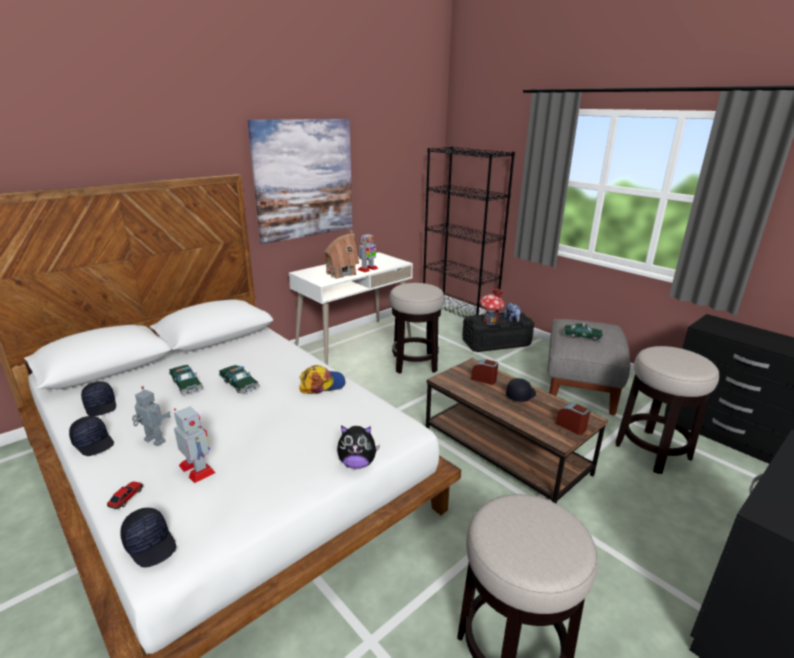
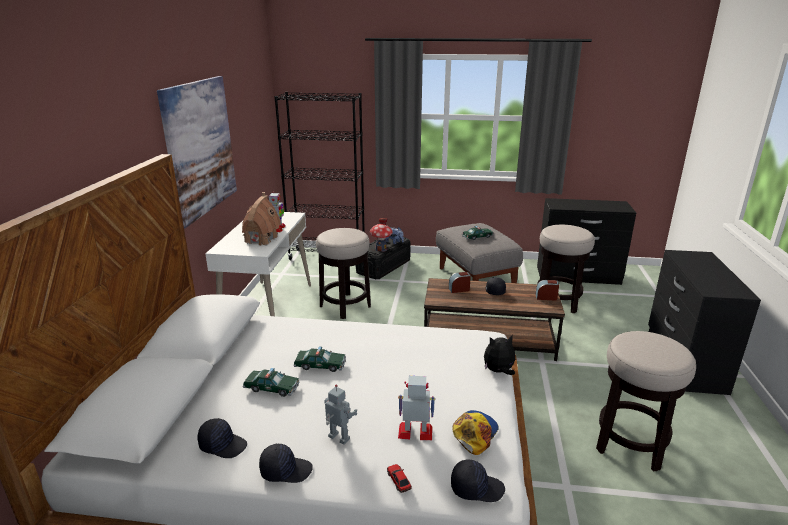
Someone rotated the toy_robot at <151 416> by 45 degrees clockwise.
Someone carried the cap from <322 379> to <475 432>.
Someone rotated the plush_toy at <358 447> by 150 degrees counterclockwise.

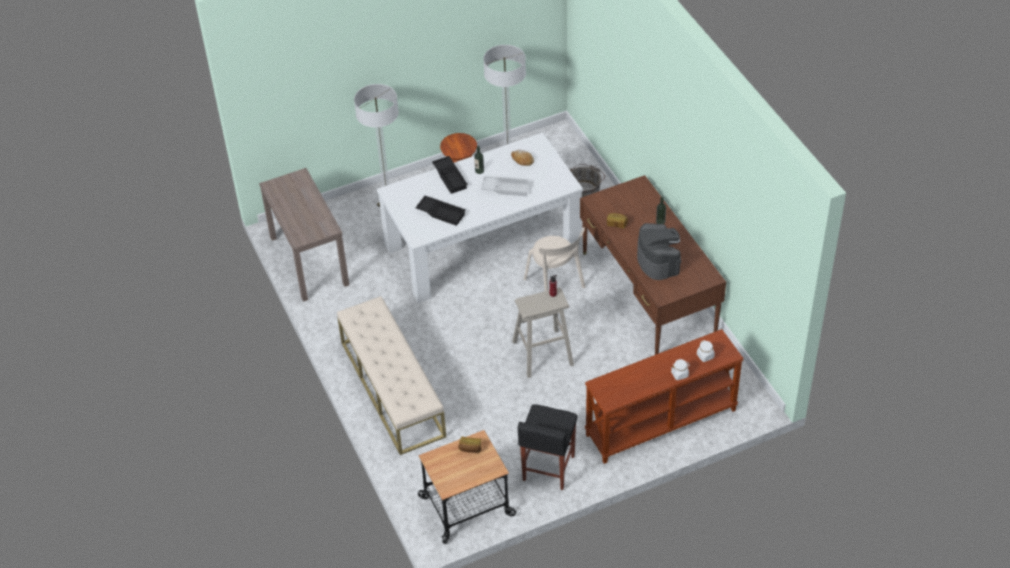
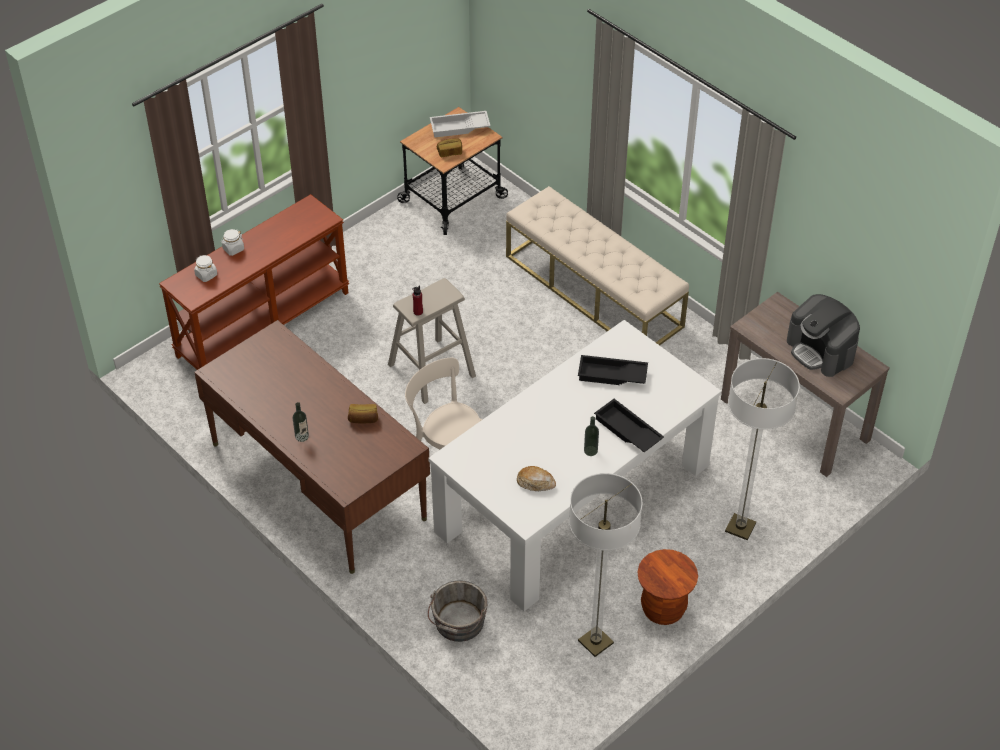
Someone carried the white_tray from <505 186> to <460 124>.
Someone took away the black_stool at <547 447>.
Someone carried the coffee_machine from <659 251> to <823 335>.

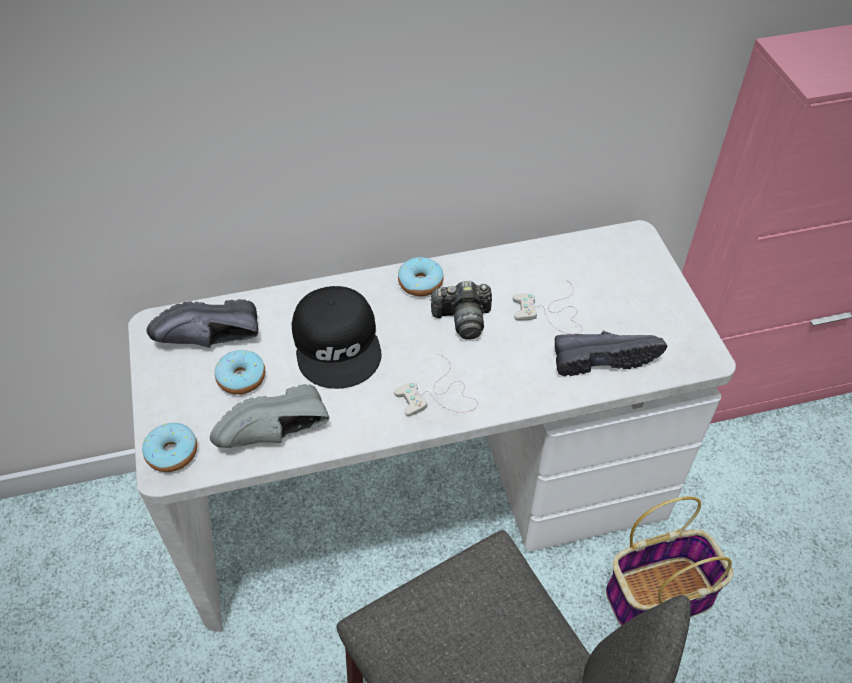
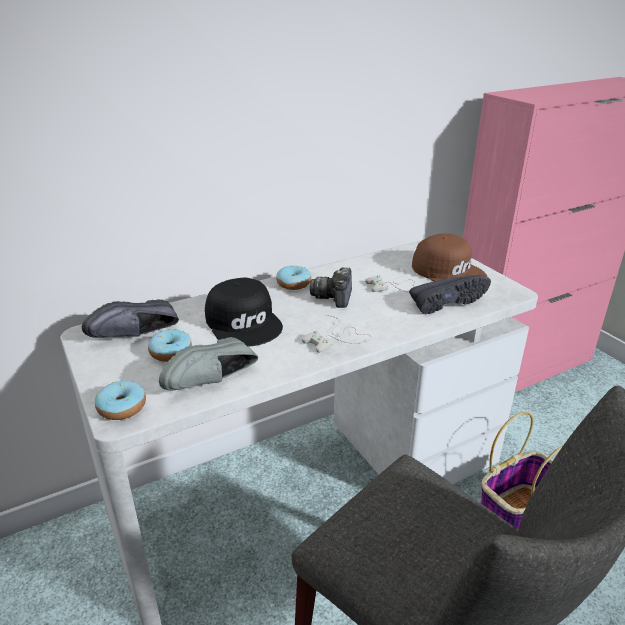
Someone rotated the photo_camera at <460 310> by 120 degrees clockwise.
Someone put down the brown_cap at <449 257>.

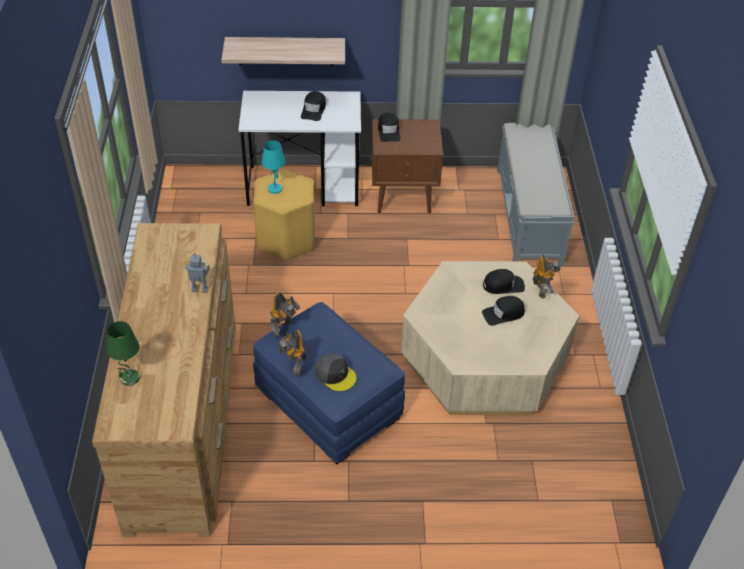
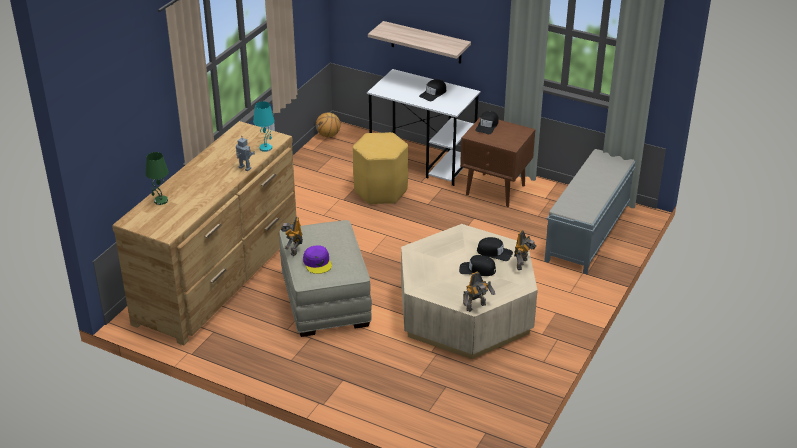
Someone repainted the blue_ottoman at <329 383>, which became the beige_ottoman at <325 278>.
Someone carried the turquoise_table_lamp from <273 167> to <264 126>.
Someone carried the toy_robot from <285 314> to <479 291>.
Someone repainted the grey_cap at <335 372>, which became the purple_cap at <317 259>.
Someone put down the basketball at <328 125>.

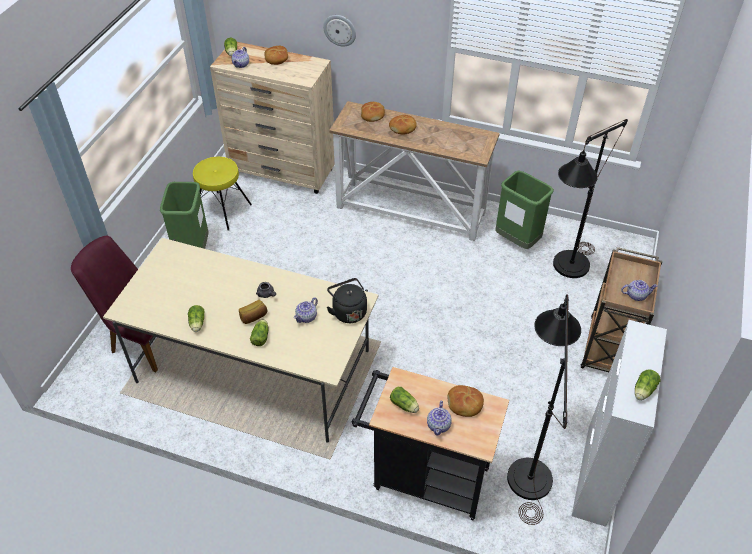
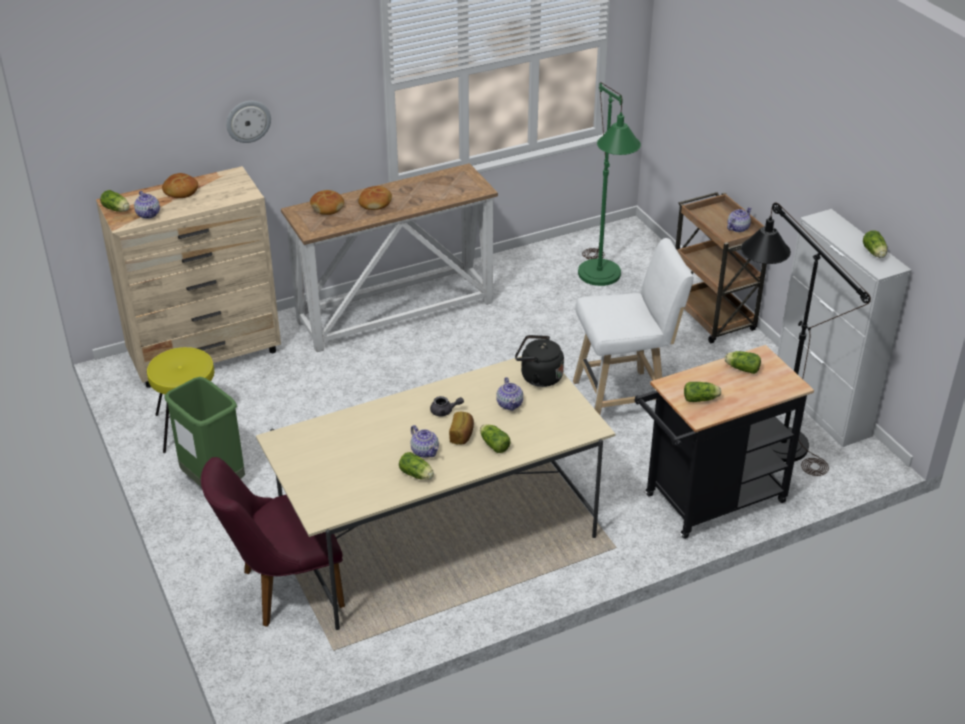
Someone carried the teapot from <439 418> to <424 441>.
Someone swapped the bread at <466 401> for the lettuce at <743 362>.
Someone took away the green_trash_can at <524 209>.
Someone repainted the black_floor_lamp at <590 198>, which became the green_floor_lamp at <609 184>.
Someone put down the white_stool at <633 326>.

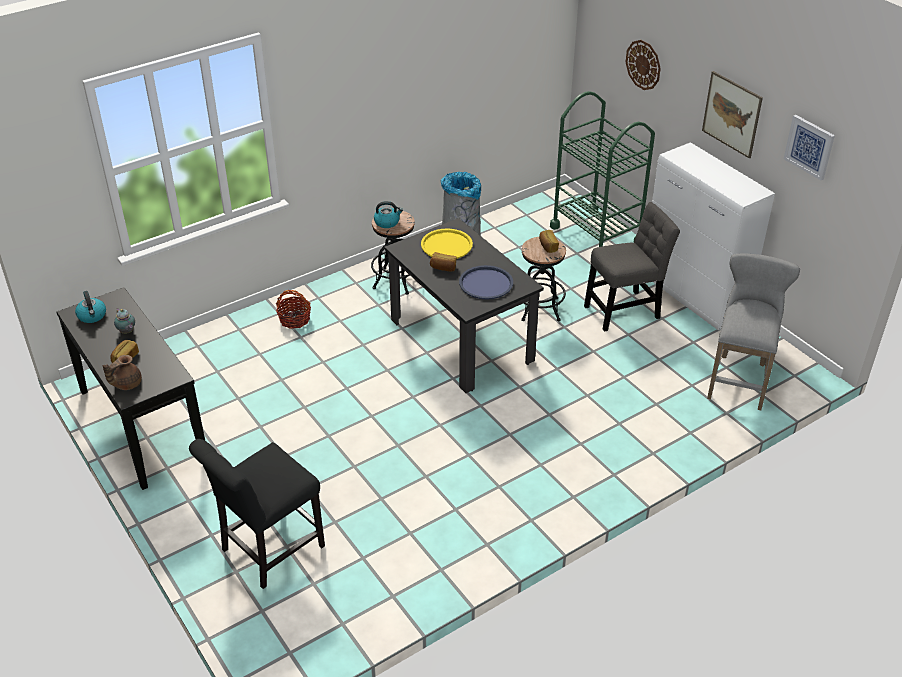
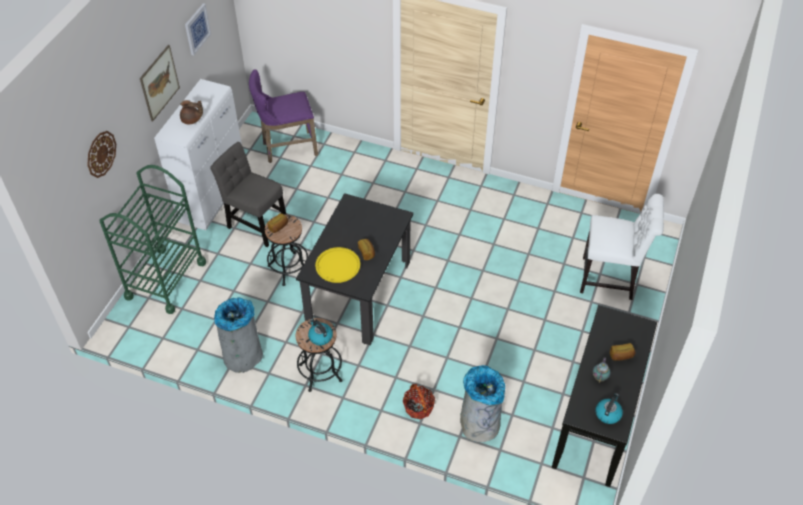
Someone carried the brown_teapot from <122 372> to <191 112>.
Someone repainted the black_chair at <257 514>, which became the white_chair at <622 247>.
Someone took away the blue_tray at <486 282>.
Someone repainted the grey_stool at <753 331>, which became the purple_stool at <283 116>.
Someone put down the grey_trash_can at <482 403>.

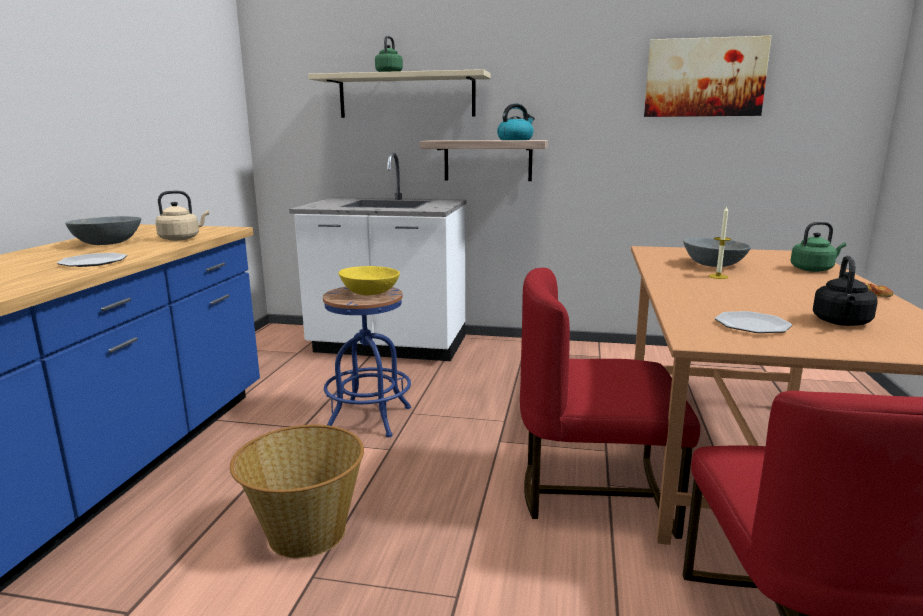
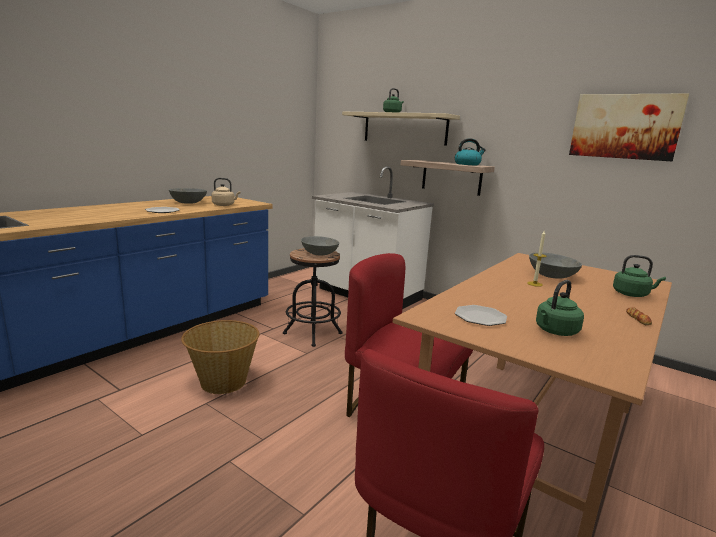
Someone repainted the blue_stool at <367 362>, which became the black_stool at <312 297>.
Someone repainted the yellow_bowl at <369 280>, which became the grey_bowl at <320 245>.
Someone repainted the black_kettle at <845 291>, which became the green_kettle at <560 308>.

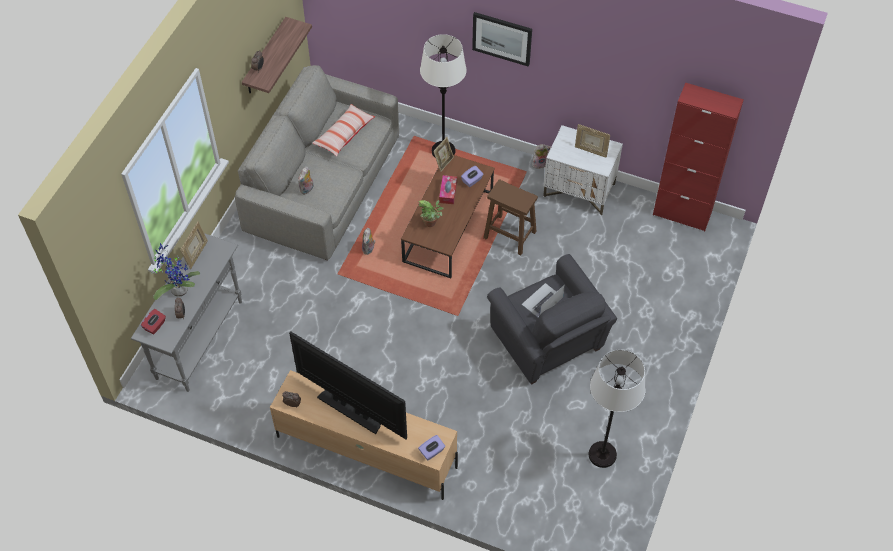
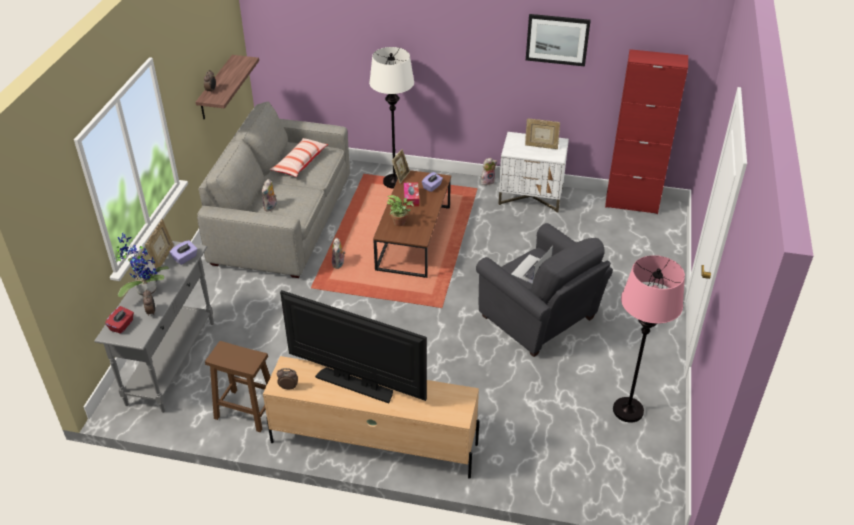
Someone carried the purple_tissue_box from <431 447> to <184 252>.
Someone carried the picture from <502 39> to <558 40>.
Someone carried the brown_stool from <510 217> to <237 386>.
Someone repainted the white_floor_lamp at <617 409>, which became the pink_floor_lamp at <649 339>.

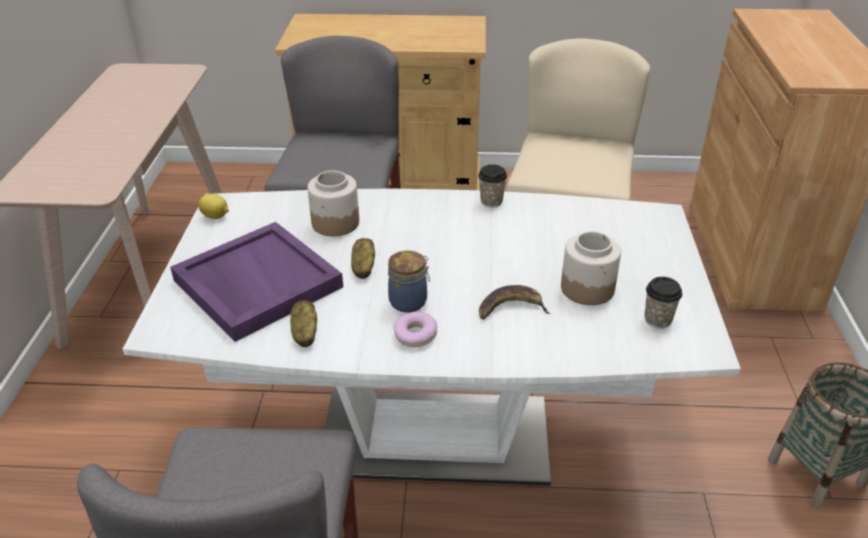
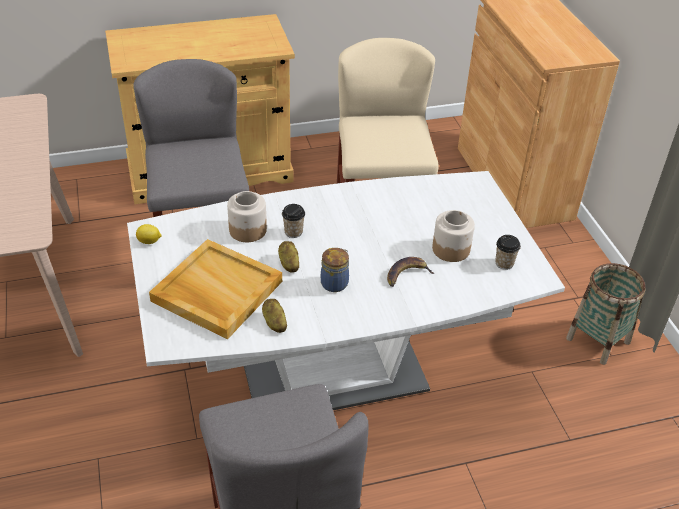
Someone repainted the purple_tray at <256 282>, which became the beige_tray at <215 289>.
Someone took away the donut at <415 329>.
Someone carried the cup from <492 185> to <293 221>.

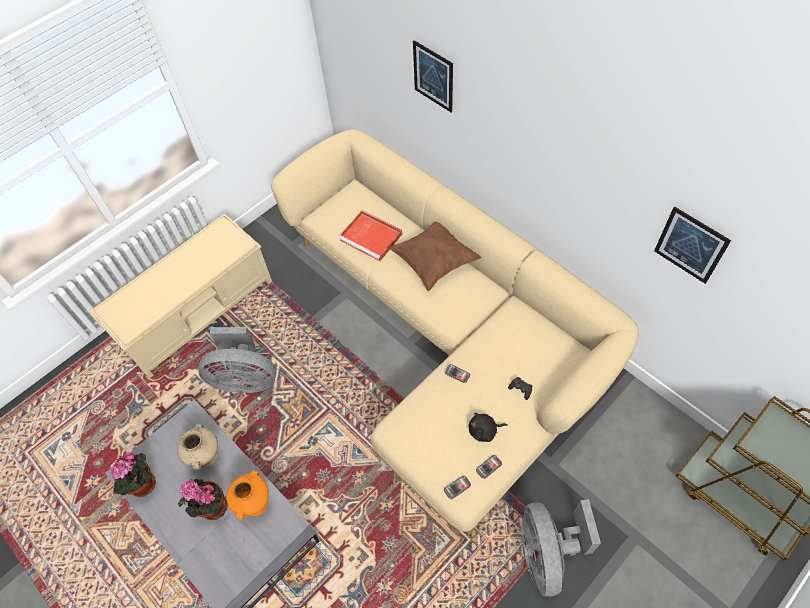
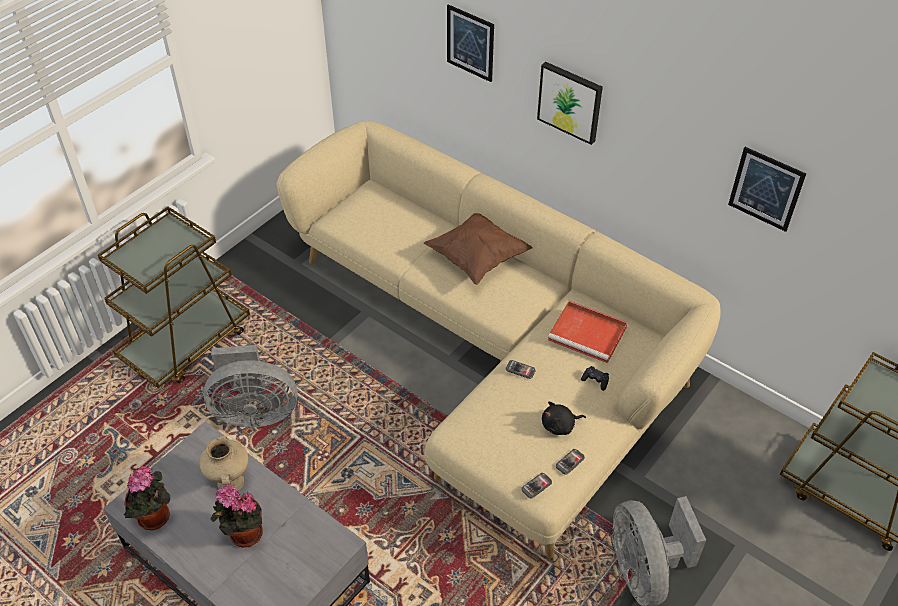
Someone swapped the beige_bench at <181 296> for the brown_cart at <174 297>.
Someone took away the orange_vase at <247 495>.
Someone carried the red_tray from <370 235> to <588 332>.
Someone put up the picture at <570 103>.

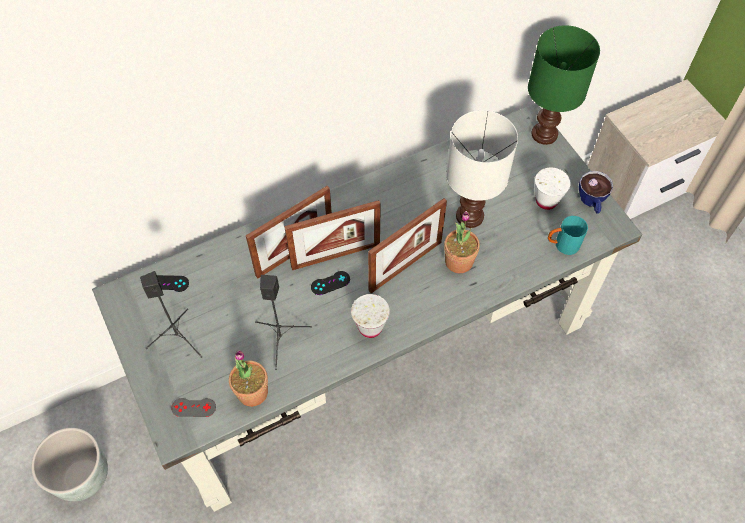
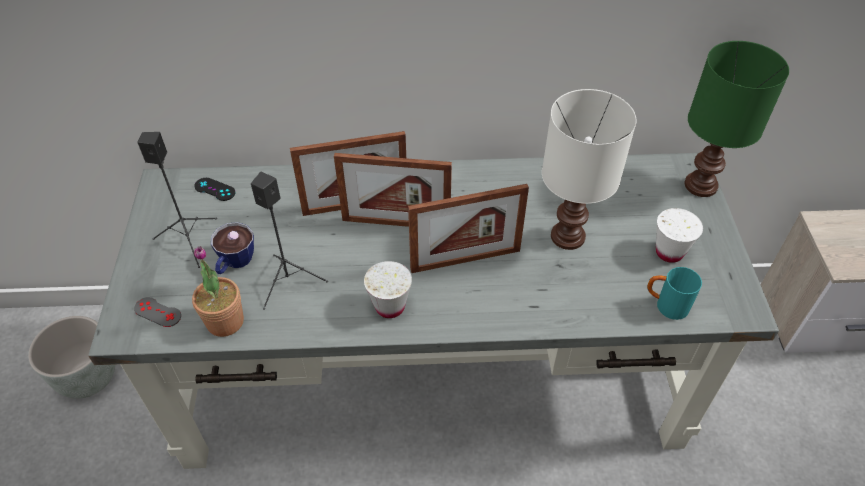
Someone took away the black_game_controller at <330 283>.
Someone took away the potted_plant at <462 242>.
Someone carried the cup from <596 192> to <232 248>.

